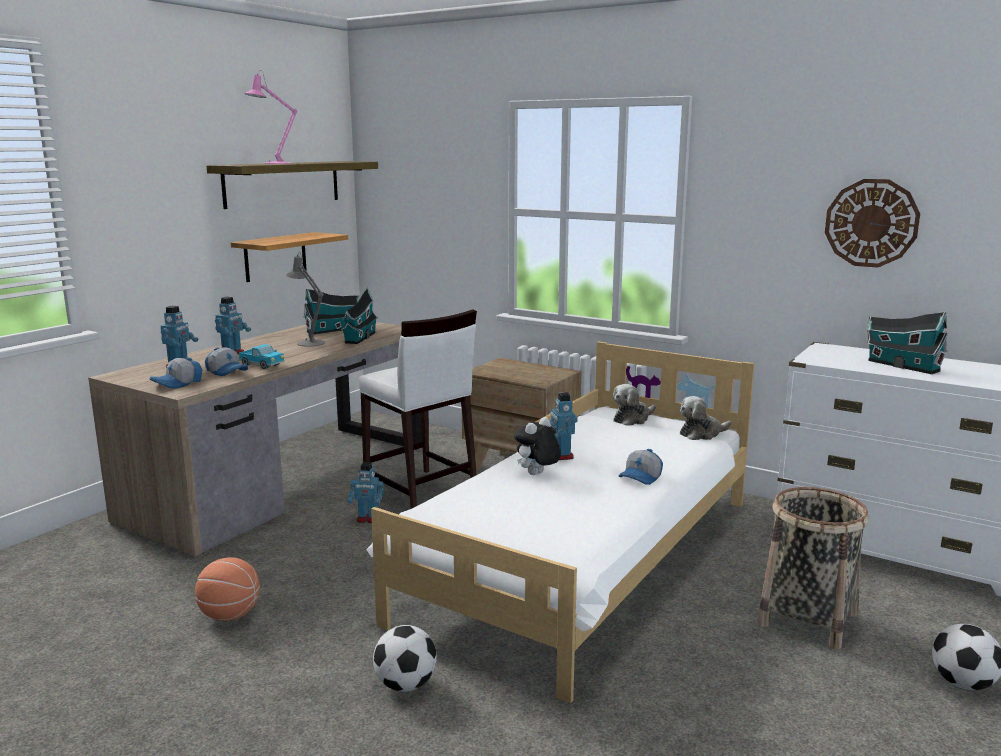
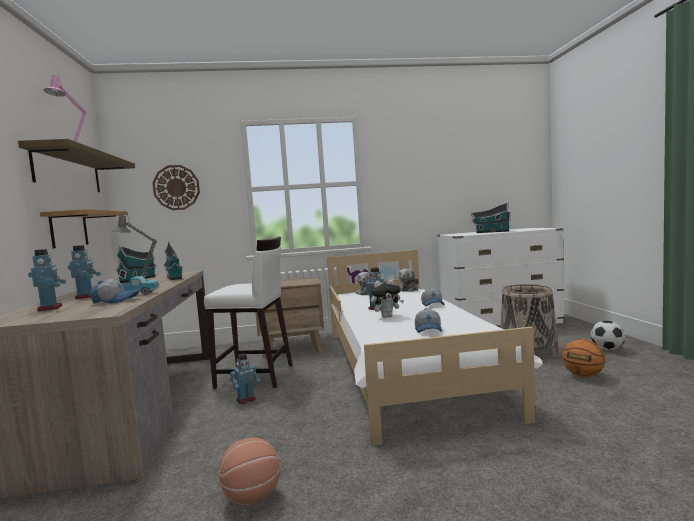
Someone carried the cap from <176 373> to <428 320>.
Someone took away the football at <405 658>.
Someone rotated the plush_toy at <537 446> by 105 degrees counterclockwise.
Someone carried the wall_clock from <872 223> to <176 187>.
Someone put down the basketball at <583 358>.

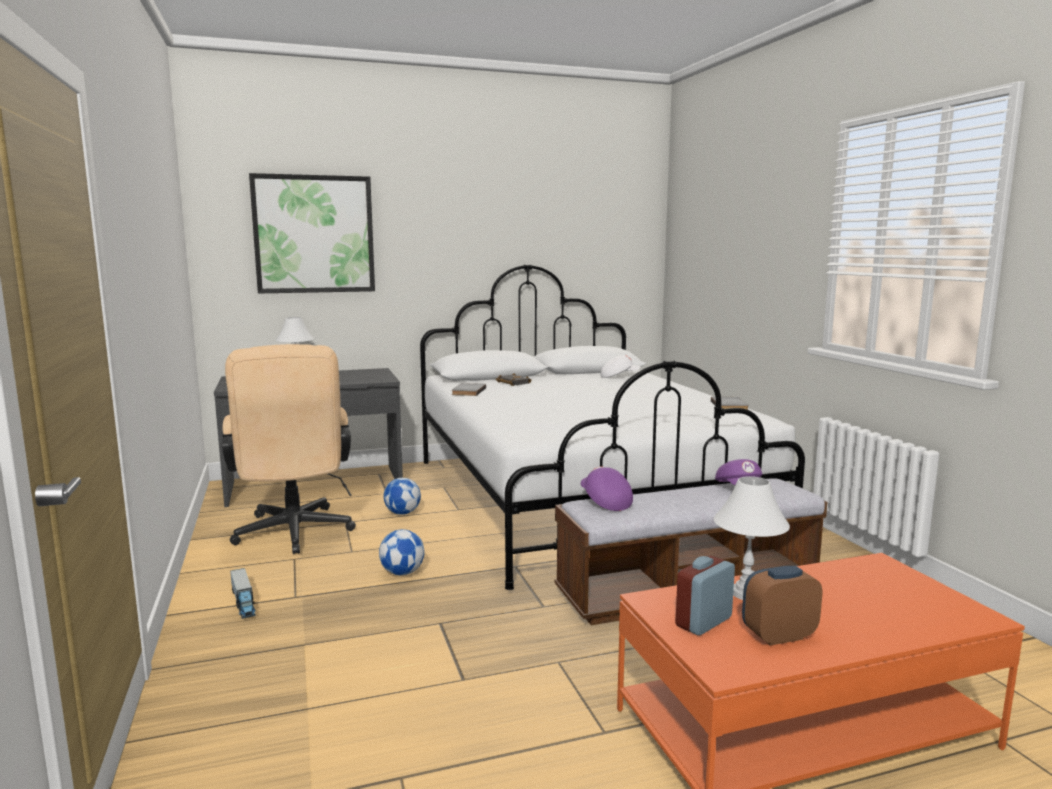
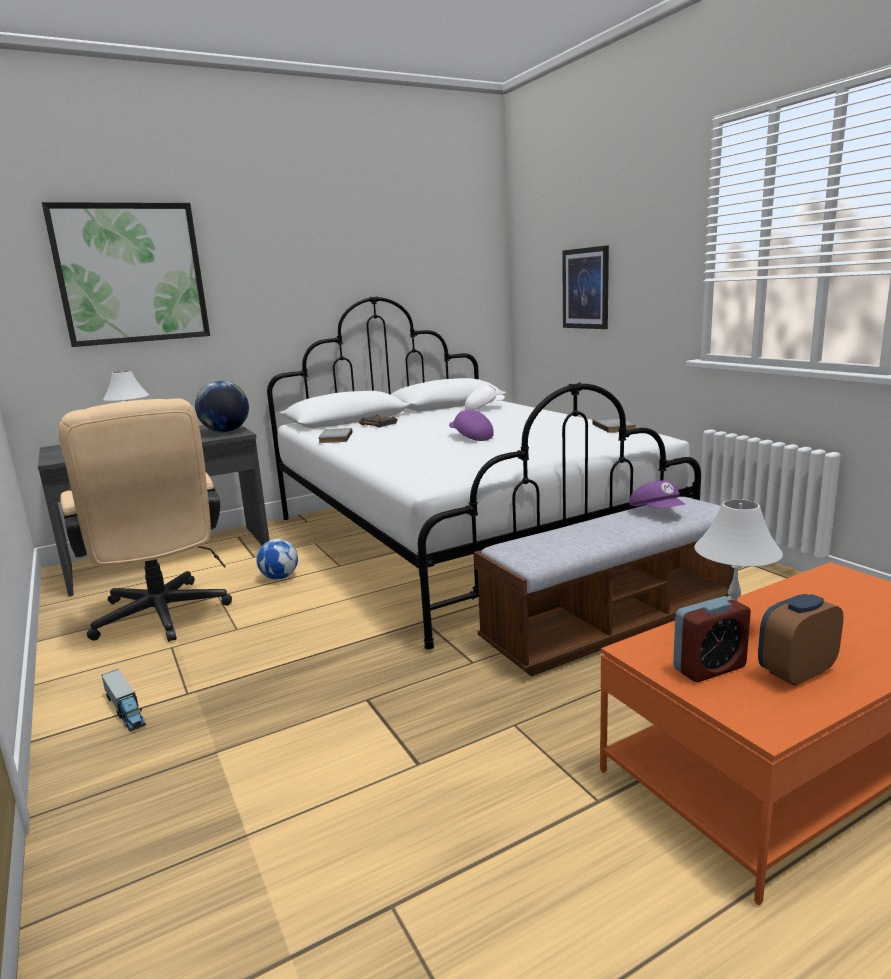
Someone took away the football at <402 552>.
Someone carried the purple_cap from <607 488> to <471 425>.
Someone rotated the alarm_clock at <705 595> by 150 degrees counterclockwise.
Someone put down the globe at <222 406>.
Someone put up the picture at <585 287>.

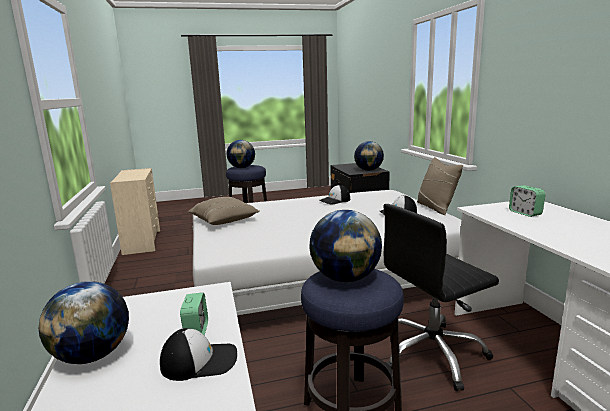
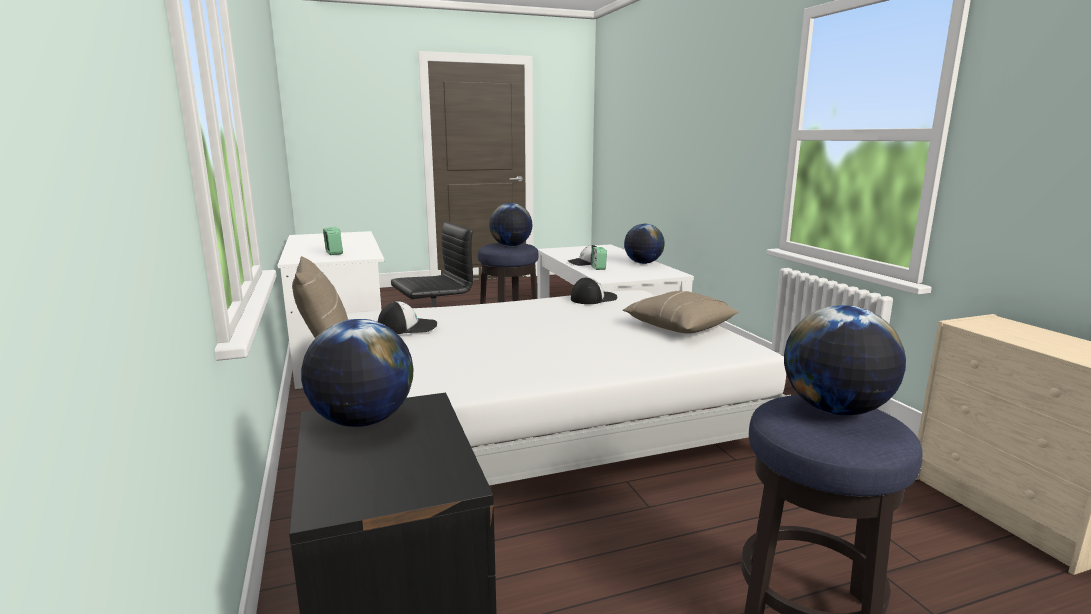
Someone carried the cap from <334 195> to <594 290>.

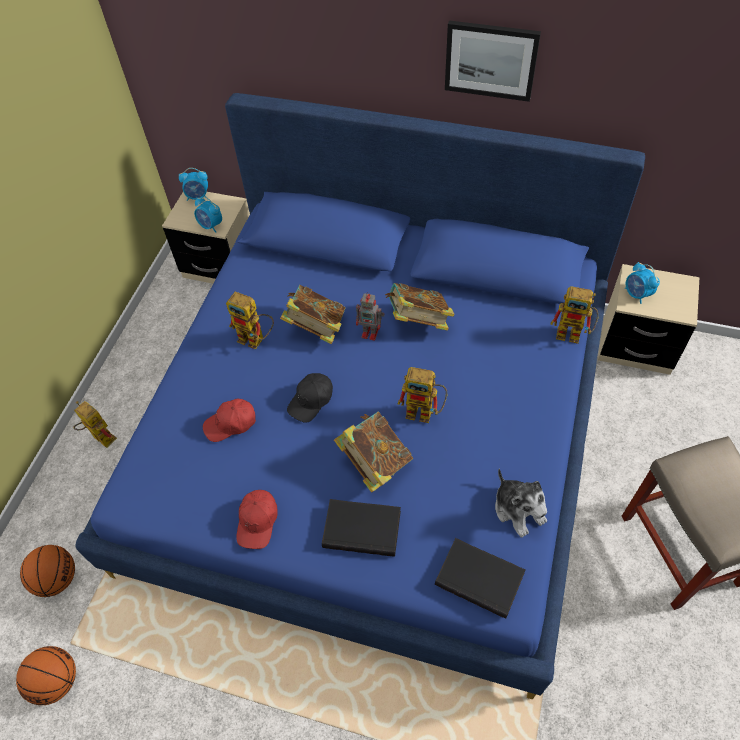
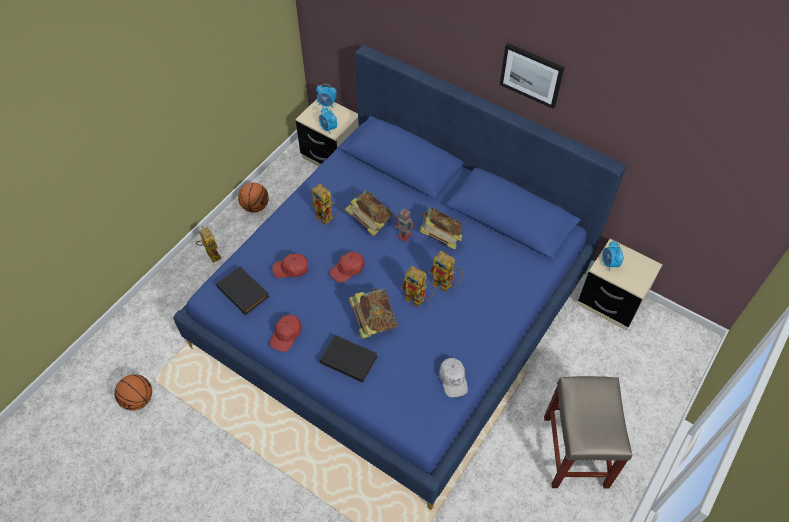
Someone carried the basketball from <47 571> to <253 198>.
Someone repainted the black_cap at <310 397>, which became the red_cap at <347 267>.
Someone carried the black_book from <480 578> to <242 291>.
Someone swapped the plush_toy at <521 503> for the white_cap at <453 377>.
Someone carried the toy_robot from <574 315> to <446 271>.

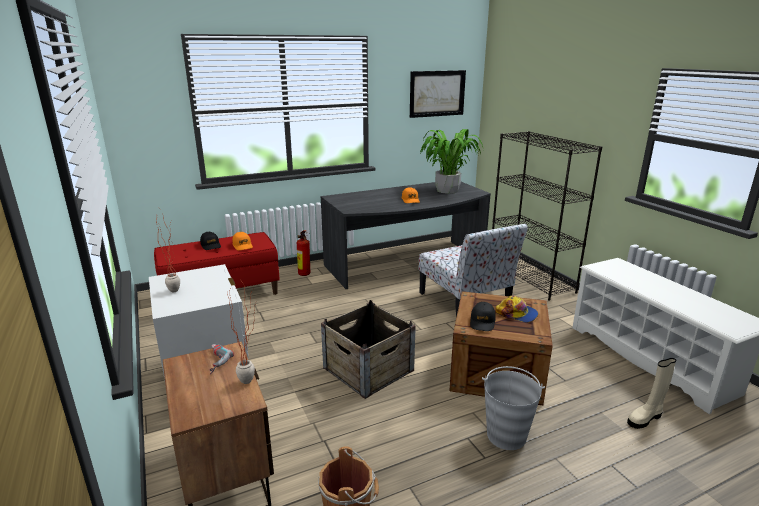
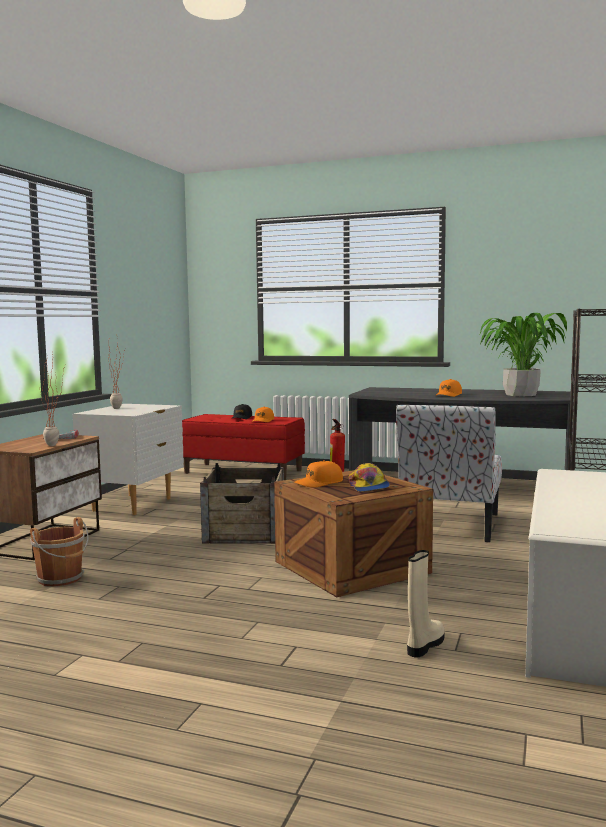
Someone took away the picture at <438 94>.
Someone repainted the black_cap at <483 316>, which became the orange_cap at <319 474>.
Someone took away the grey_bucket at <513 408>.
Someone rotated the beige_boot at <651 393> by 105 degrees clockwise.

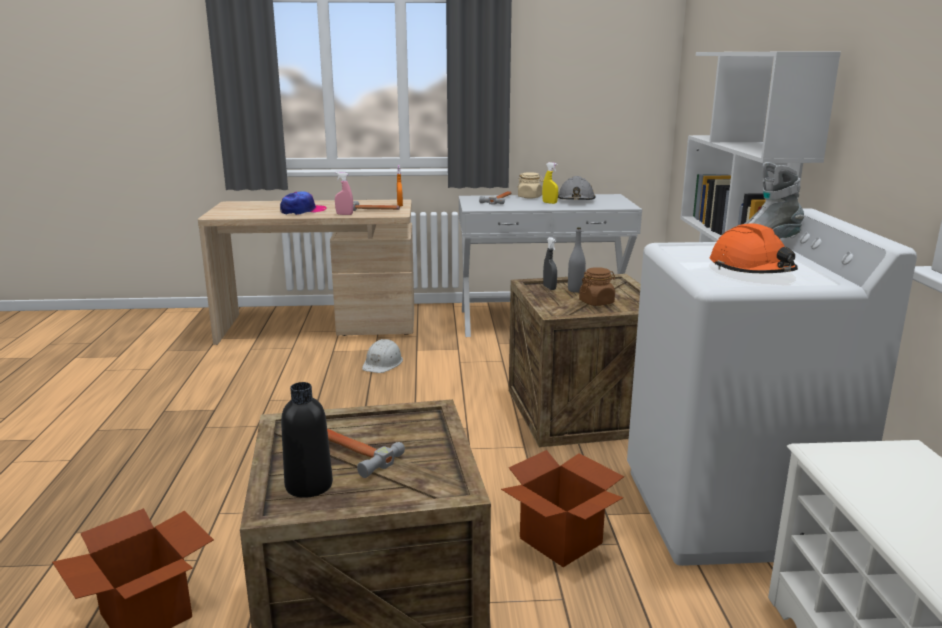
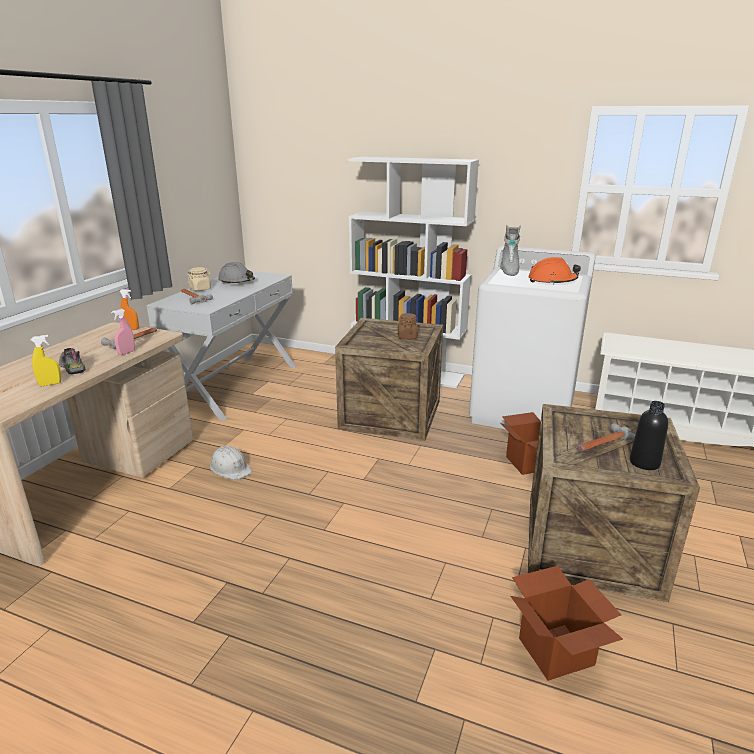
Someone swapped the cap at <303 203> for the shoe at <72 361>.
Someone carried the yellow_spray_bottle from <550 183> to <46 360>.
Someone took away the grey_spray_bottle at <550 263>.
Someone took away the grey_bottle at <577 260>.

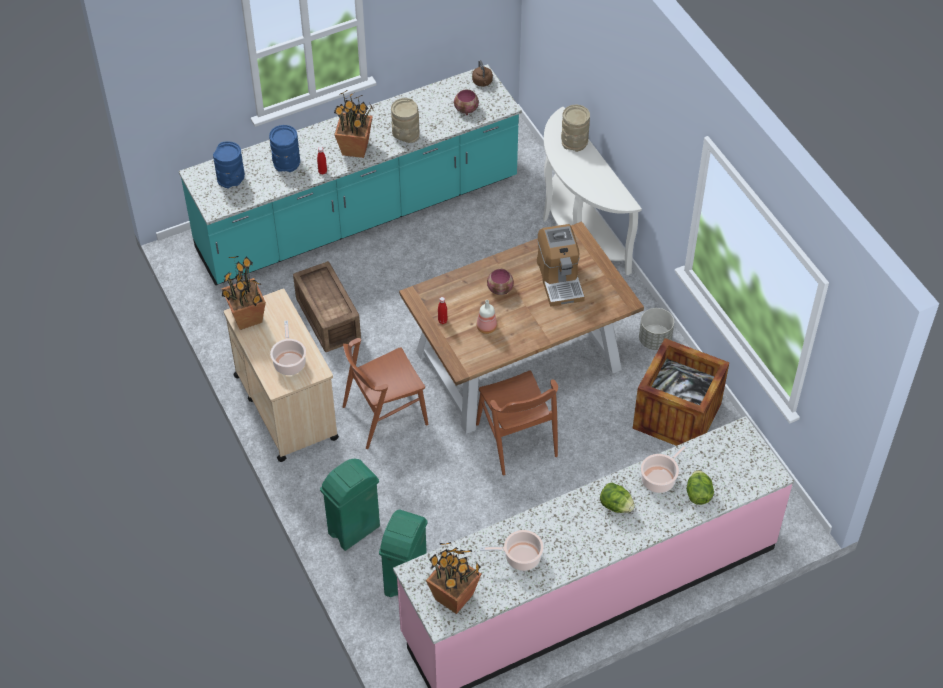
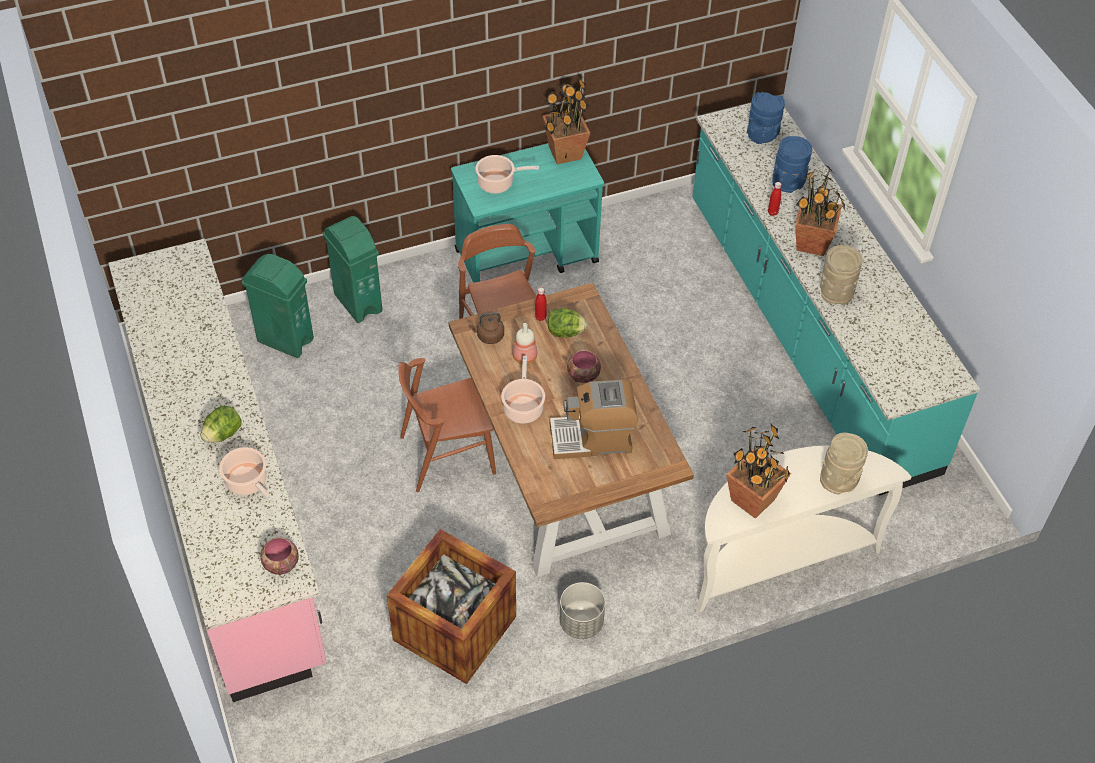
Someone repainted the beige_cart at <281 375>, which became the turquoise_cart at <527 213>.
Someone took away the crate at <327 306>.
Someone carried the potted_plant from <453 578> to <758 471>.
Someone carried the bowl from <466 102> to <279 556>.
Someone carried the brown_kettle from <482 73> to <486 328>.
Someone carried the cooking_pot from <511 550> to <523 390>.
Someone carried the lettuce from <700 487> to <567 322>.

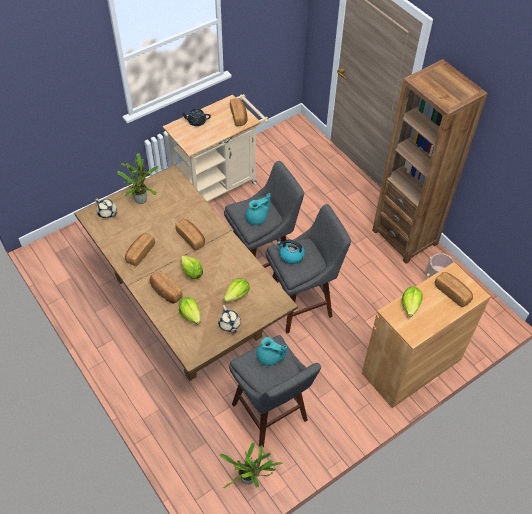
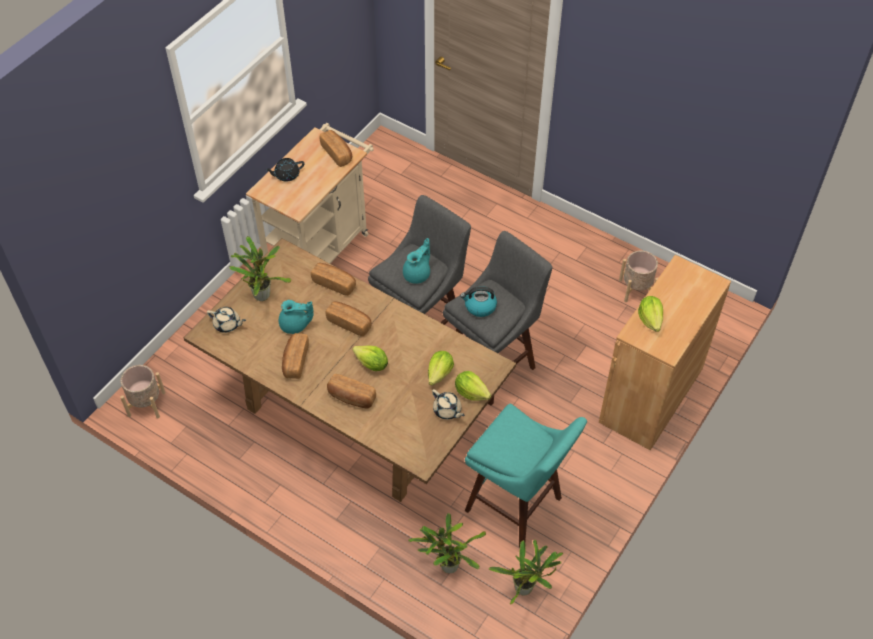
Someone carried the lettuce from <189 310> to <473 386>.
Someone repainted the grey_stool at <275 391>, which became the turquoise_stool at <526 475>.
Someone carried the turquoise_teapot from <271 351> to <296 317>.
Someone took away the brown_bookcase at <430 161>.
Someone carried the bread from <454 289> to <333 279>.
Someone put down the beige_planter at <143 391>.
Someone put down the potted_plant at <447 543>.

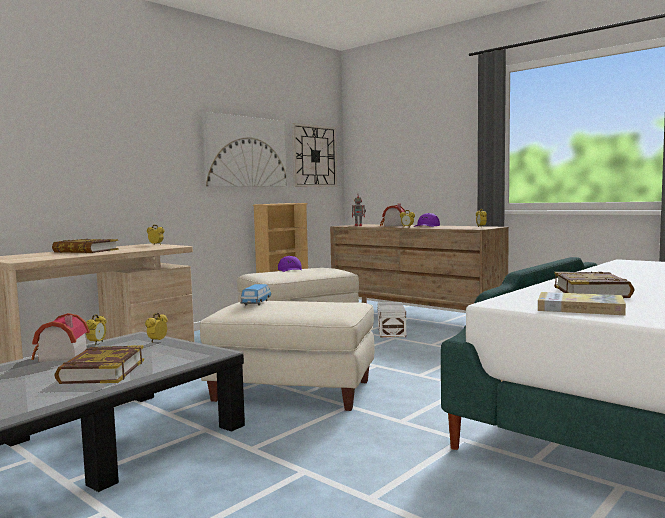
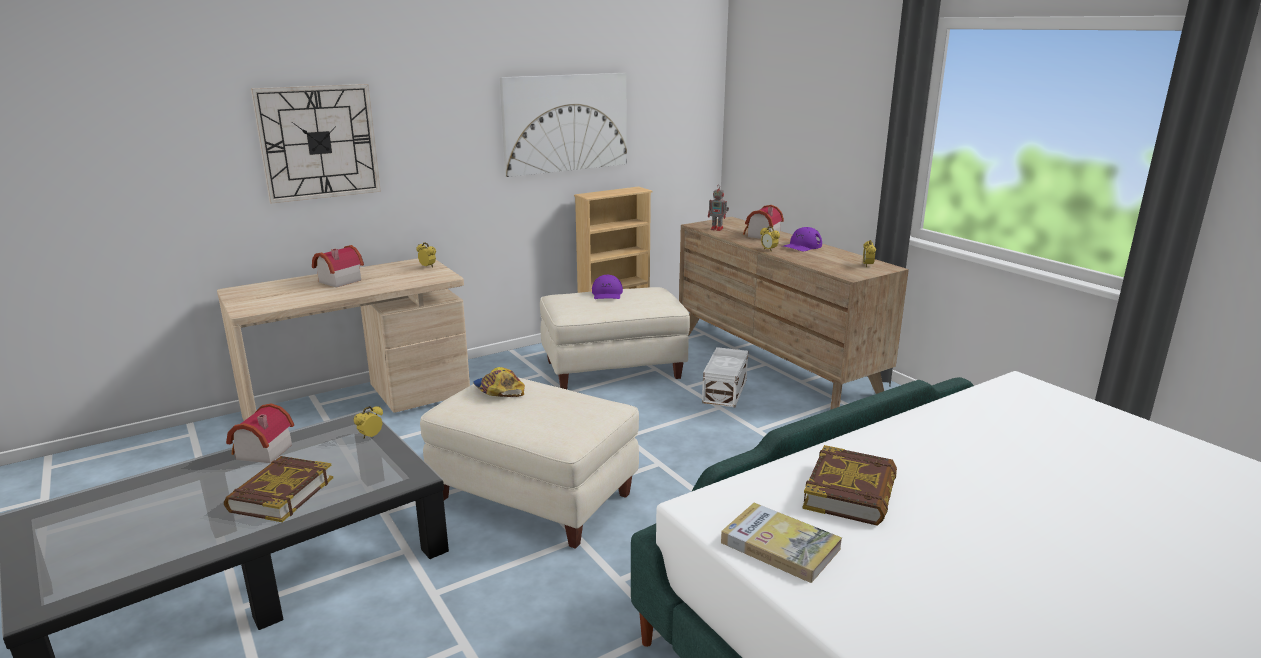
Someone swapped the book at <85 246> for the toy_house at <338 266>.
Someone took away the alarm_clock at <96 329>.
Someone swapped the toy_car at <256 295> for the cap at <499 382>.
Someone carried the wall_clock from <314 155> to <316 143>.

